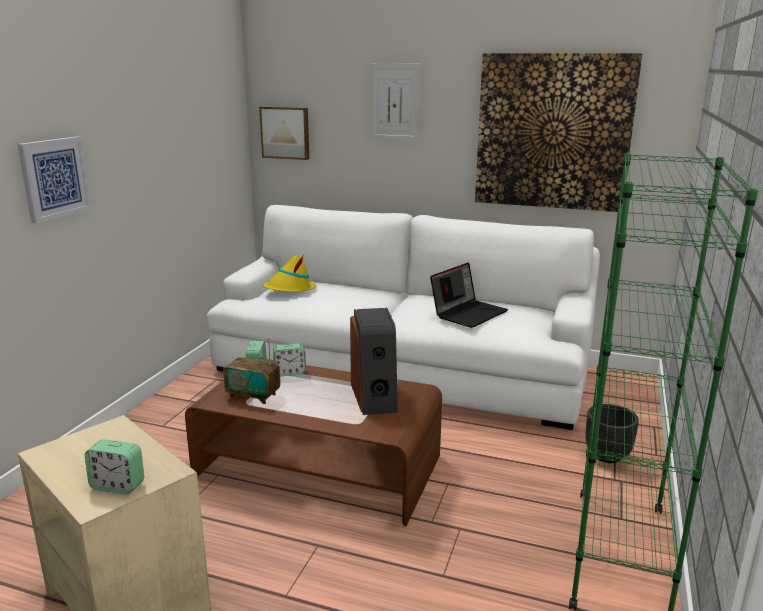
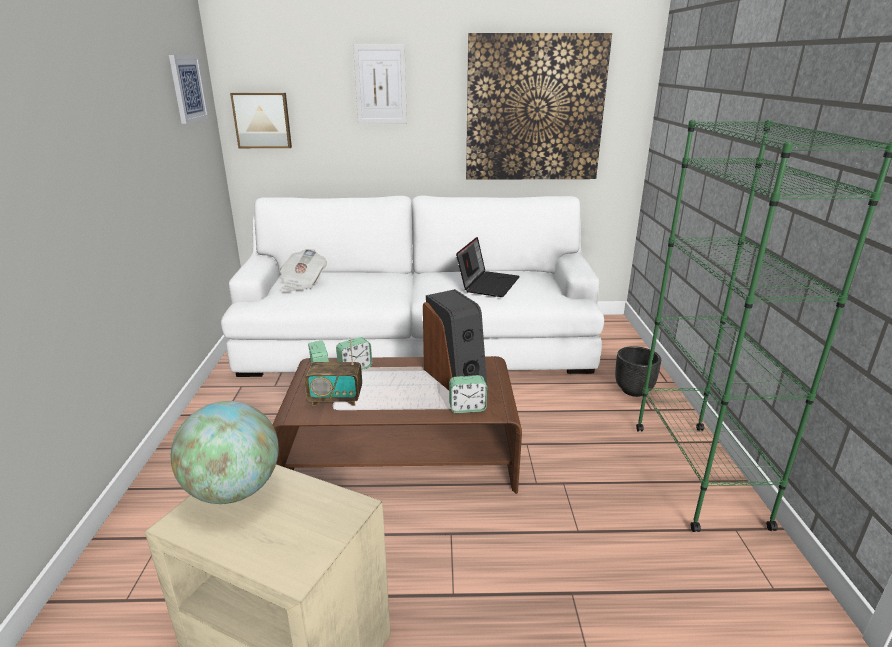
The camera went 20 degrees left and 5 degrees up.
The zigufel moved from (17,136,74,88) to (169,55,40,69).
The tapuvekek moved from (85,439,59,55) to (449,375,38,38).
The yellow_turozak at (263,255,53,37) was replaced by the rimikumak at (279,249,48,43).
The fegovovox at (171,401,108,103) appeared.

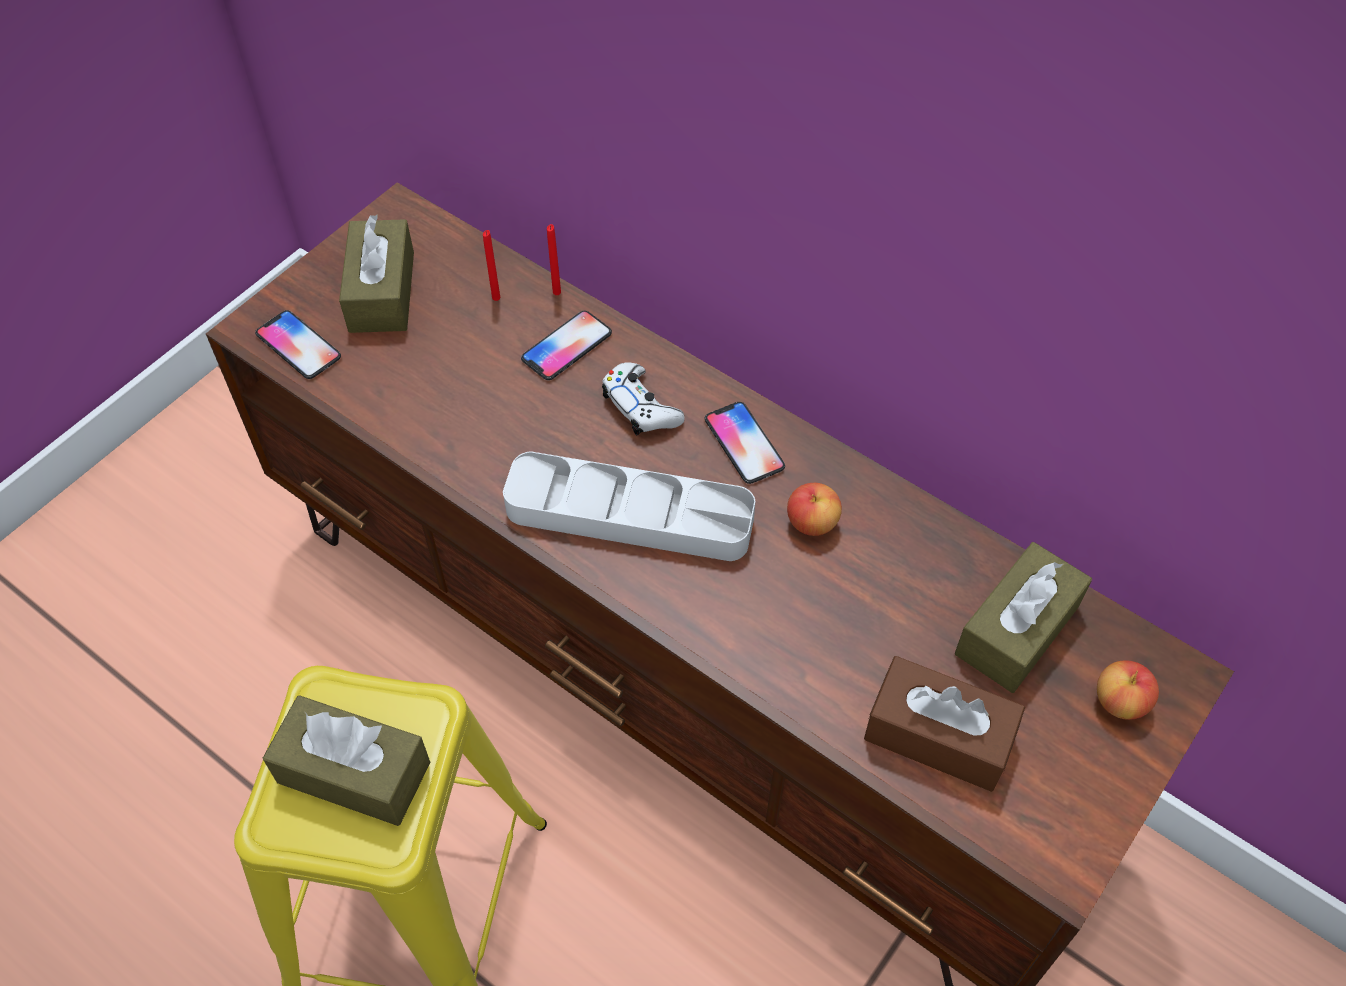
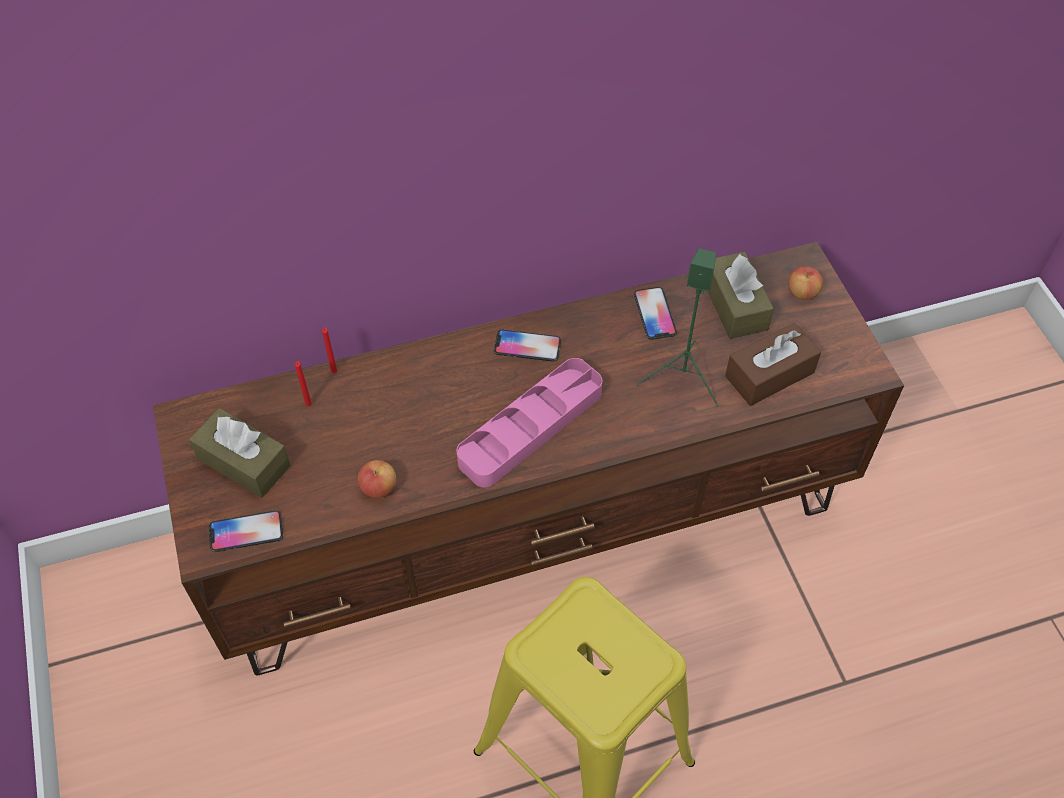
The camera went 55 degrees left and 0 degrees up.
The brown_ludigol at (263,695,167,131) disappeared.
The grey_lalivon at (503,451,252,110) became the pink_lalivon at (457,358,145,129).
The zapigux moved from (521,311,91,69) to (634,287,43,53).
The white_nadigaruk at (602,362,83,74) disappeared.
The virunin moved from (787,483,55,53) to (358,460,38,38).
The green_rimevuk at (636,248,83,159) appeared.

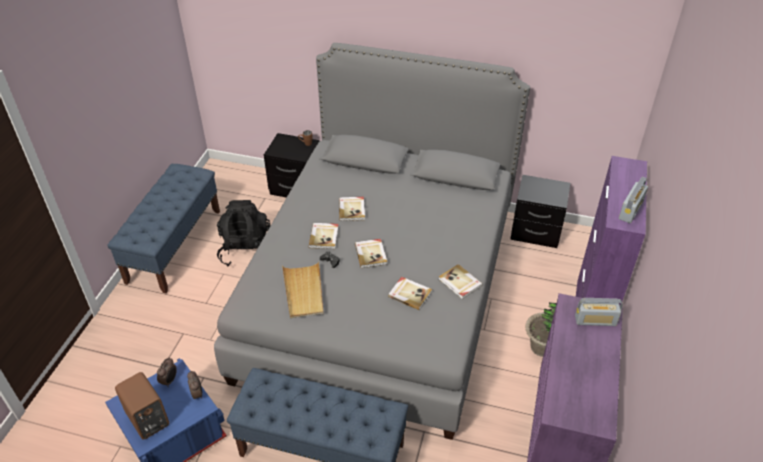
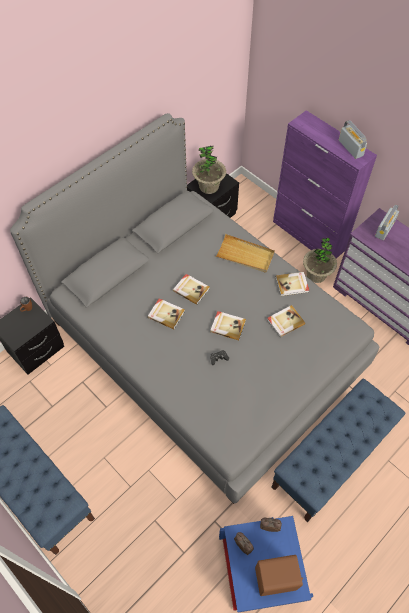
The camera went 60 degrees left and 15 degrees up.
The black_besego at (217,200,54,66) disappeared.
The beige_lalivon moved from (282,261,41,57) to (215,234,60,39).
The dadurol moved from (309,223,29,26) to (173,274,37,31).
The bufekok at (192,145,34,49) appeared.

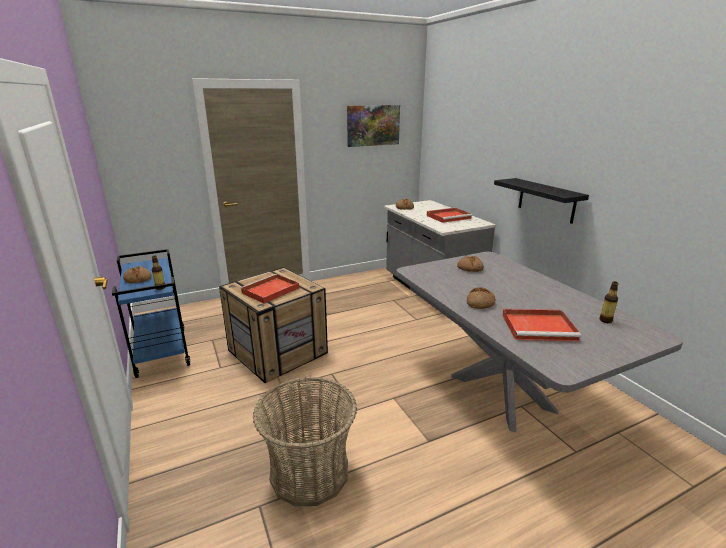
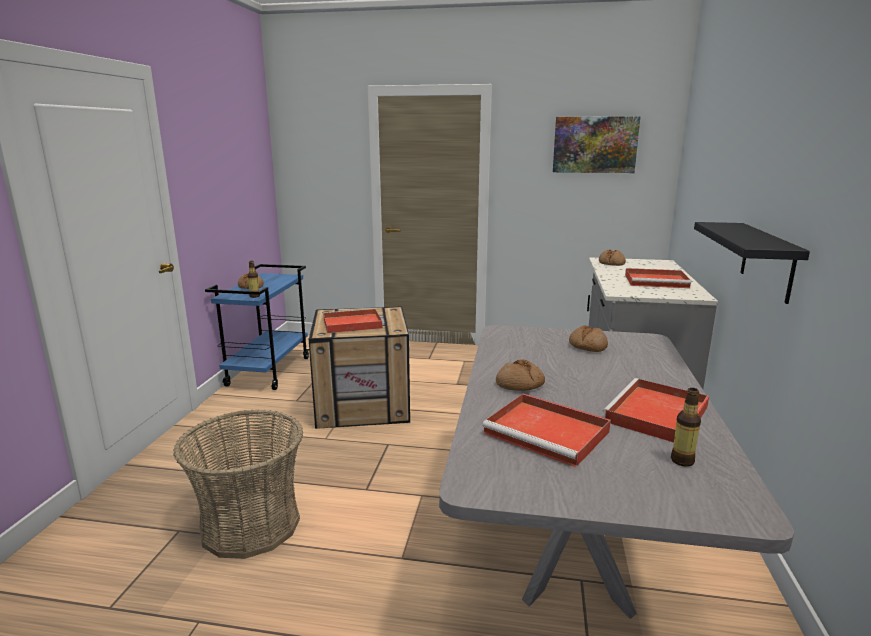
The camera went 35 degrees right and 5 degrees down.
The red_lalivon at (602,378,107,64) appeared.

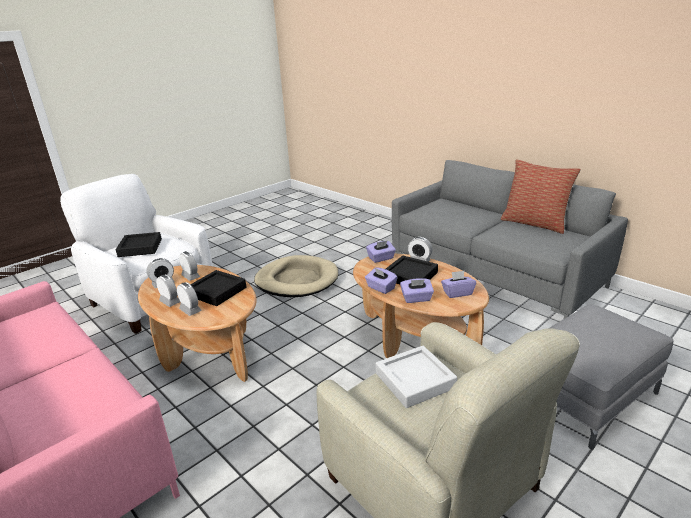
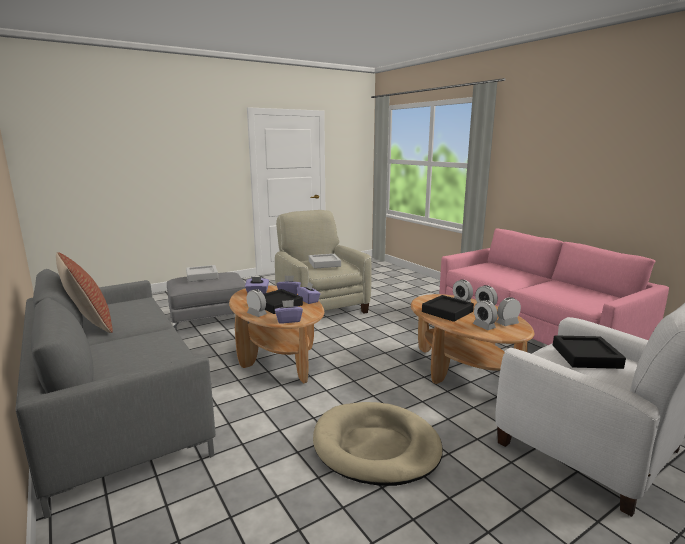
The camera went 170 degrees left and 10 degrees down.
The grey_lalivon at (186,265,32,17) appeared.

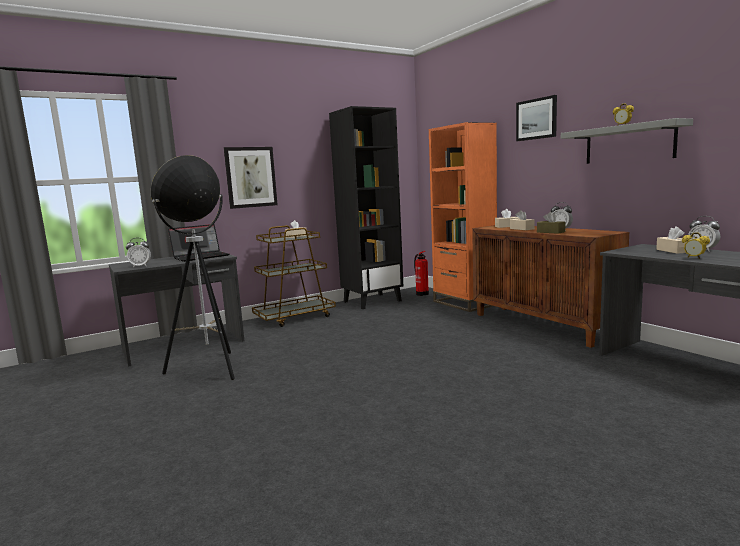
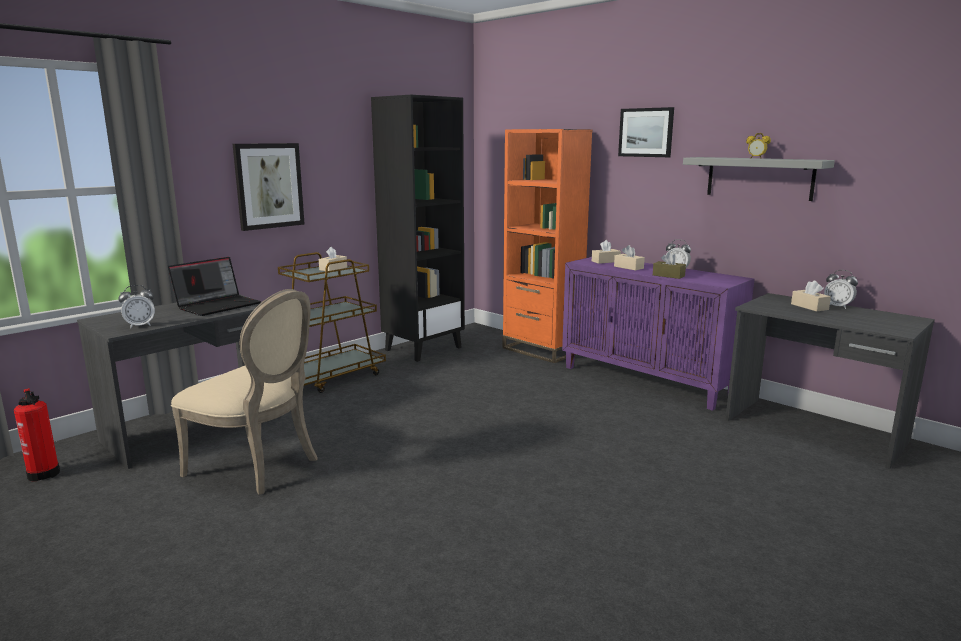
The camera went 15 degrees left and 5 degrees up.
The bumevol at (151,155,84,225) was replaced by the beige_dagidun at (171,289,147,206).
The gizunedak moved from (414,251,15,45) to (14,388,46,94).
The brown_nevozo at (472,225,157,123) became the purple_nevozo at (562,257,192,154).
The tapuvekek at (682,233,28,26) disappeared.

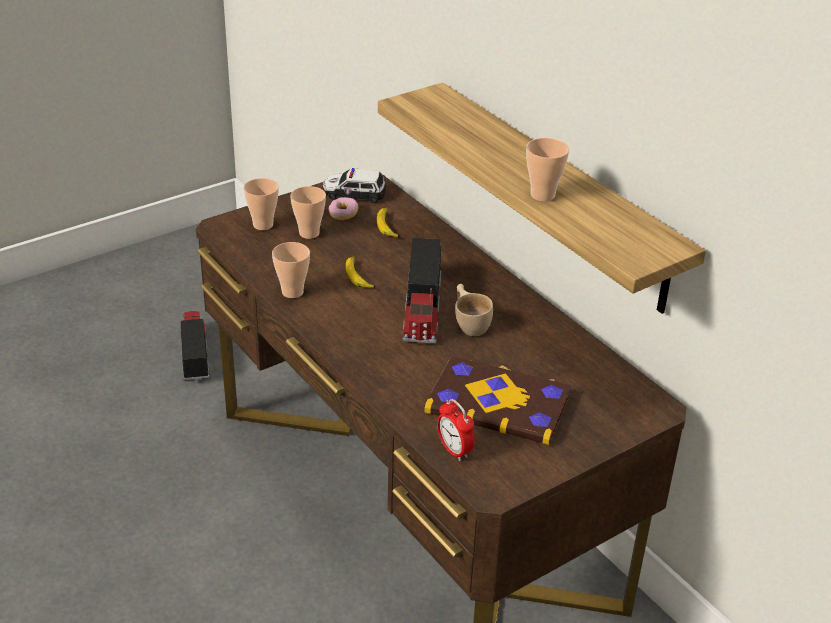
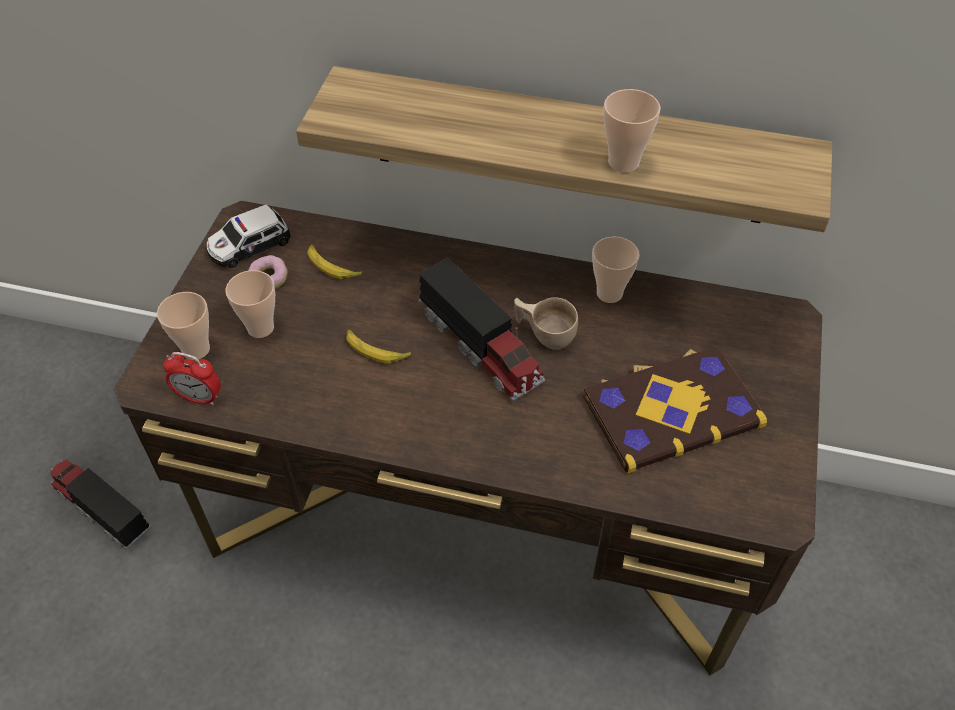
The camera went 40 degrees left and 15 degrees up.
The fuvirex moved from (272,242,38,56) to (592,237,48,66).
The tapuvekek moved from (437,399,38,62) to (163,352,58,53).

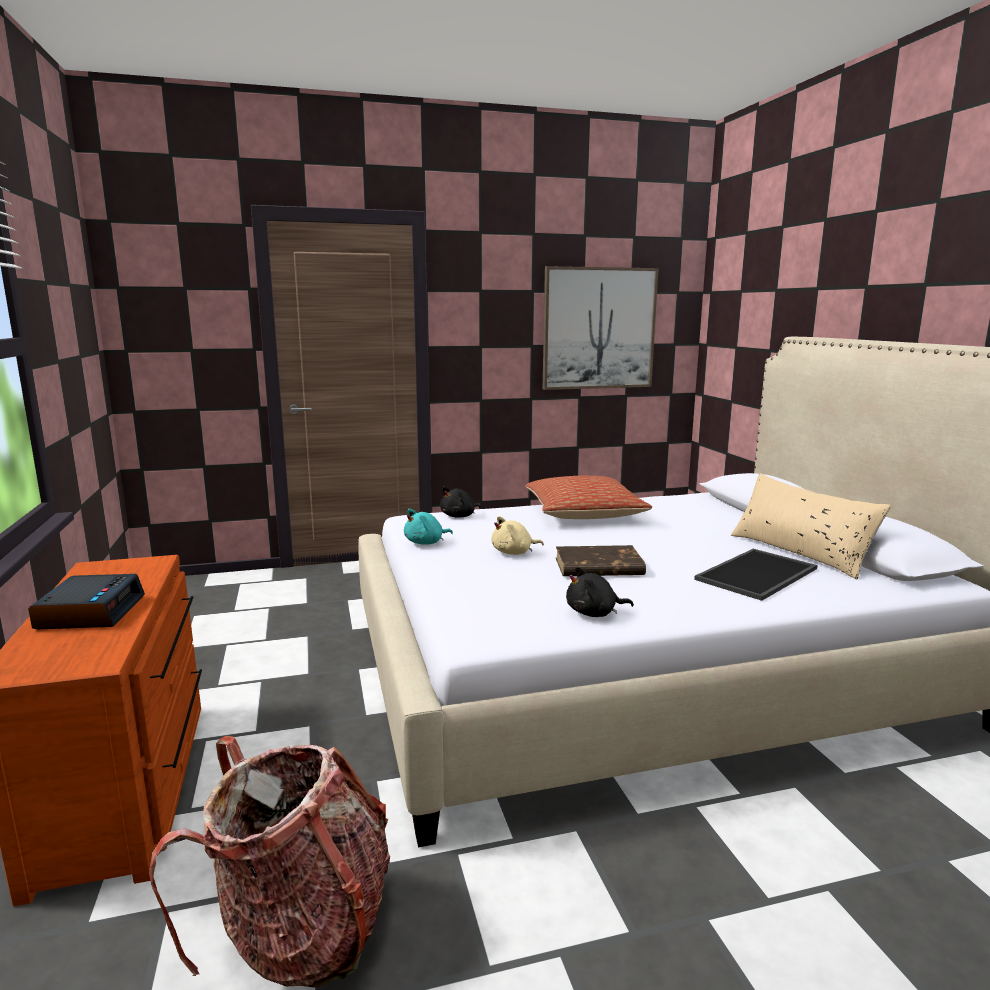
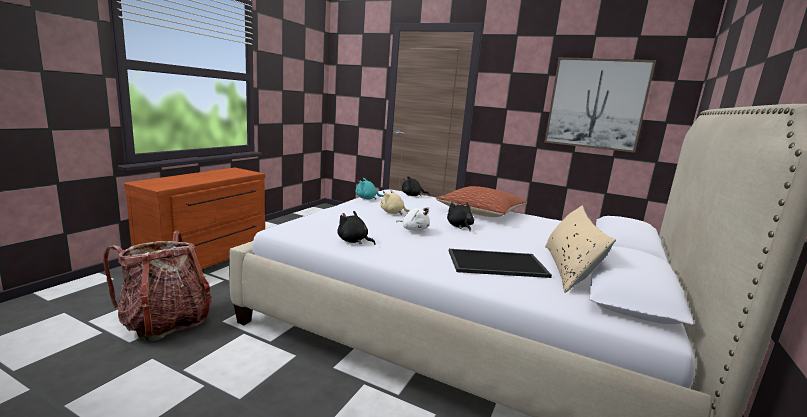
The camera went 40 degrees right and 0 degrees up.
The tapuvekek at (28,574,117,55) disappeared.
The brown_dadurol at (556,545,90,31) was replaced by the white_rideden at (396,207,34,24).
The black_rideden at (447,202,27,29) appeared.

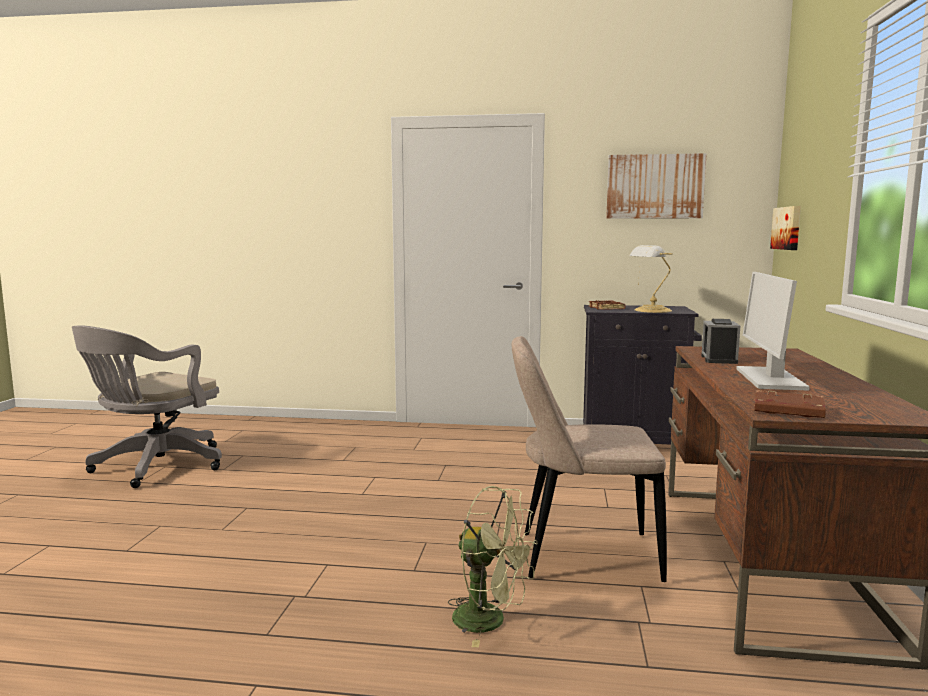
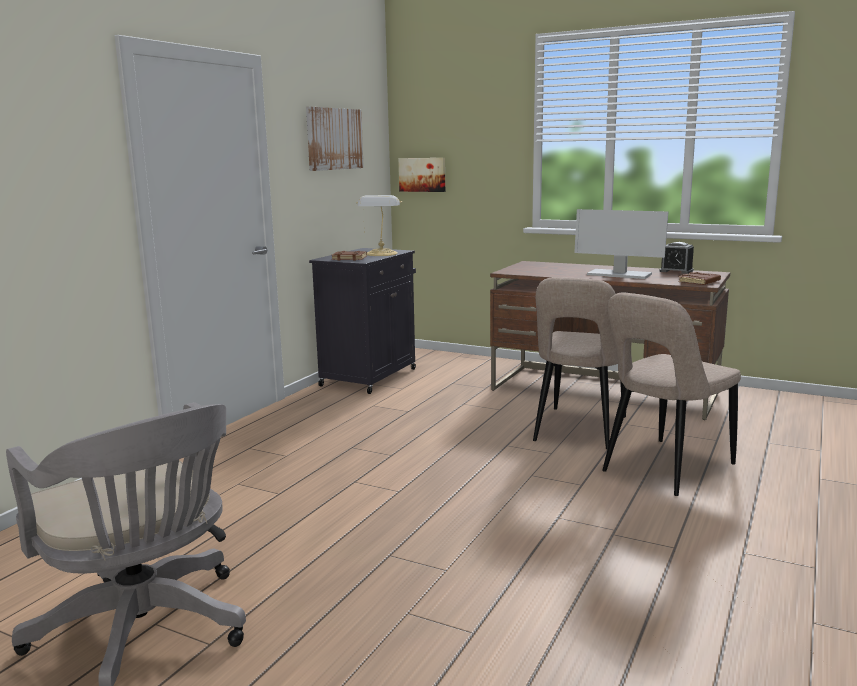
The camera went 70 degrees left and 5 degrees up.
The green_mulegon at (448,486,90,161) was replaced by the beige_dagidun at (602,292,139,204).
The tapuvekek moved from (701,319,39,45) to (659,242,35,32).

